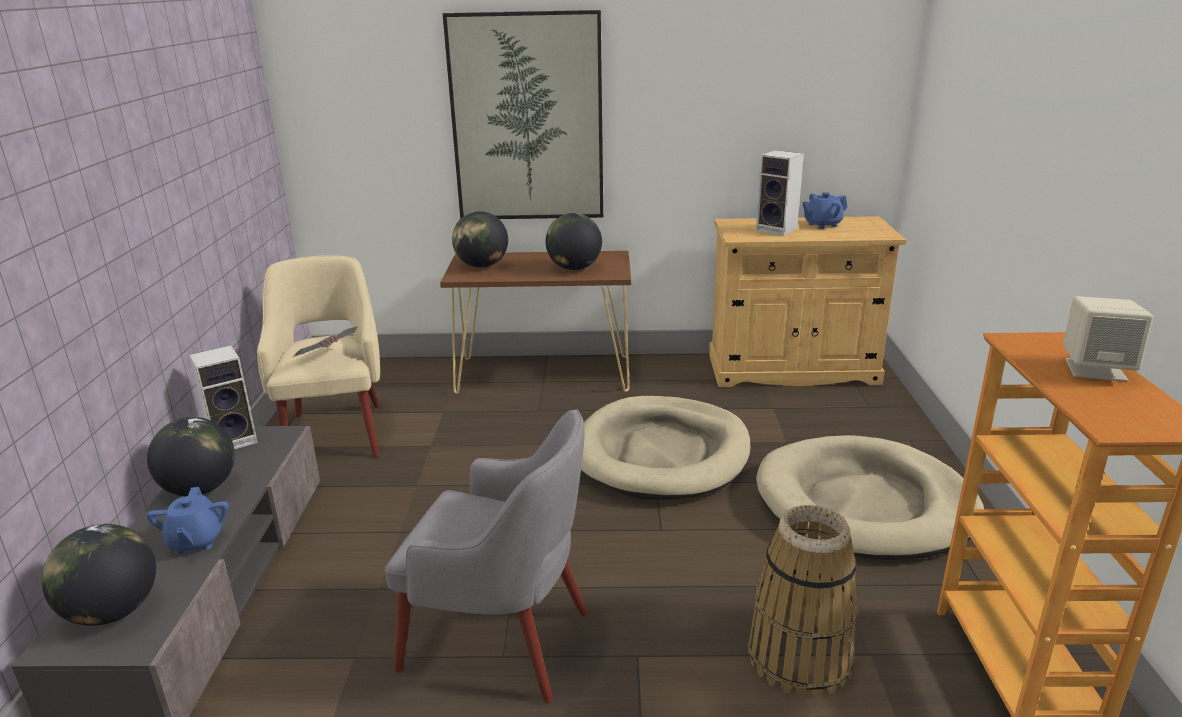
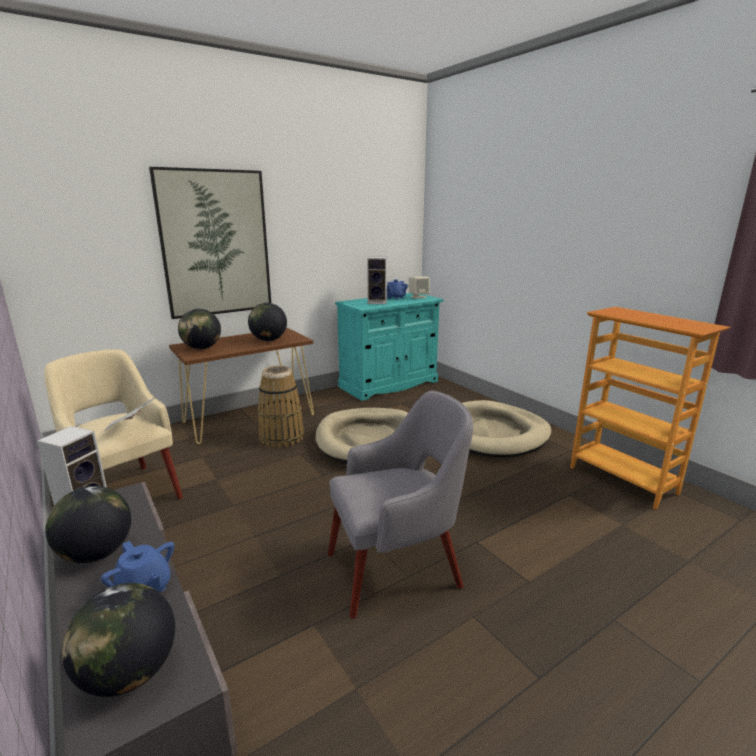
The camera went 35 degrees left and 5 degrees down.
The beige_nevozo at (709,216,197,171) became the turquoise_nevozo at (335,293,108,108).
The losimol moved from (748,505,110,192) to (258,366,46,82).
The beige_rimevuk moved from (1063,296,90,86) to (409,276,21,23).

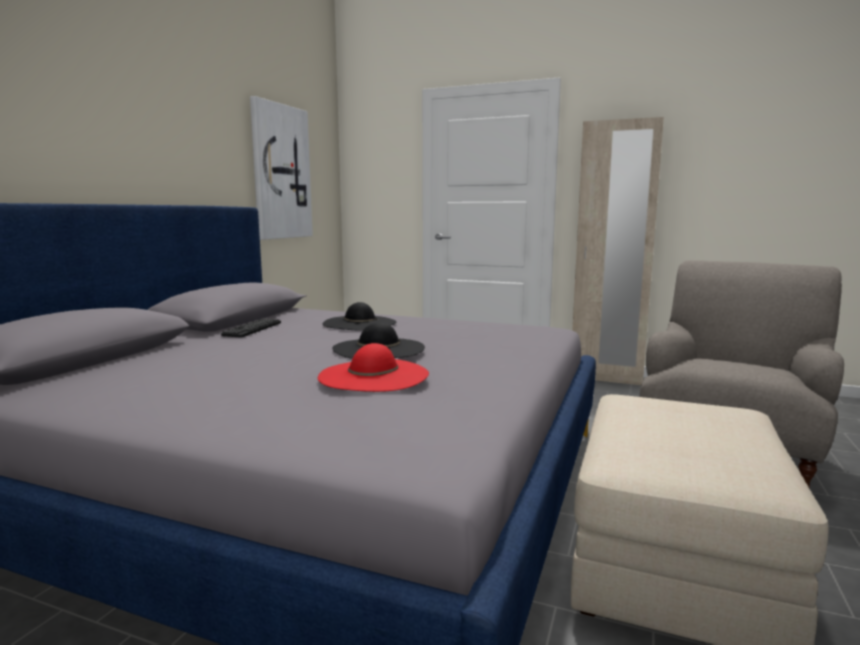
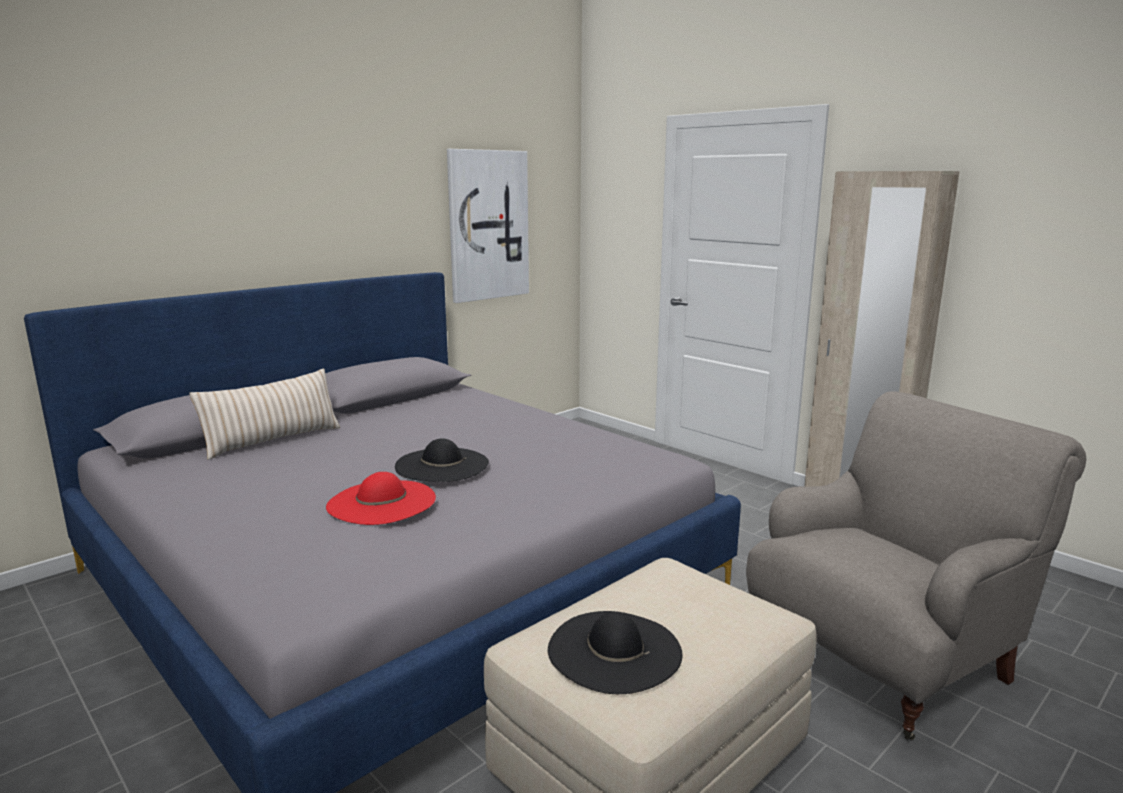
The camera went 25 degrees right and 5 degrees up.
The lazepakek at (221,318,60,20) disappeared.
The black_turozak moved from (323,302,73,29) to (548,611,135,83).
The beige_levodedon at (189,369,151,91) appeared.

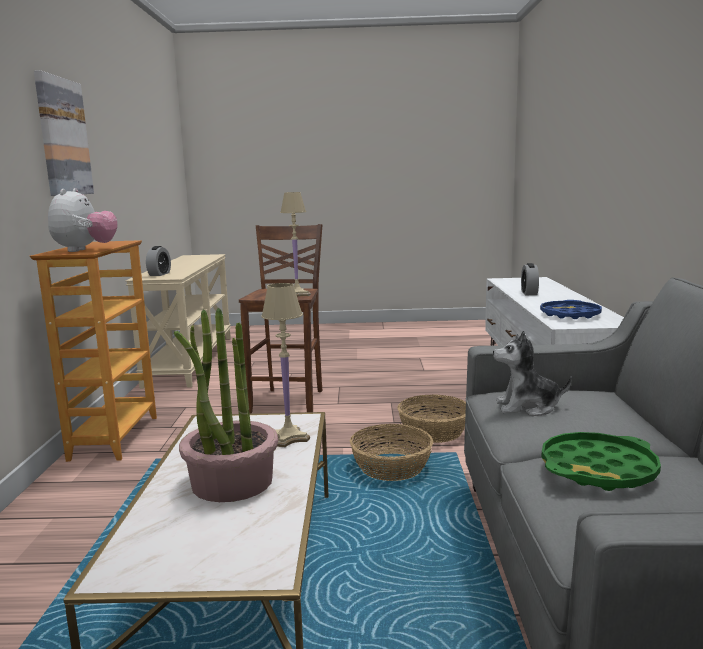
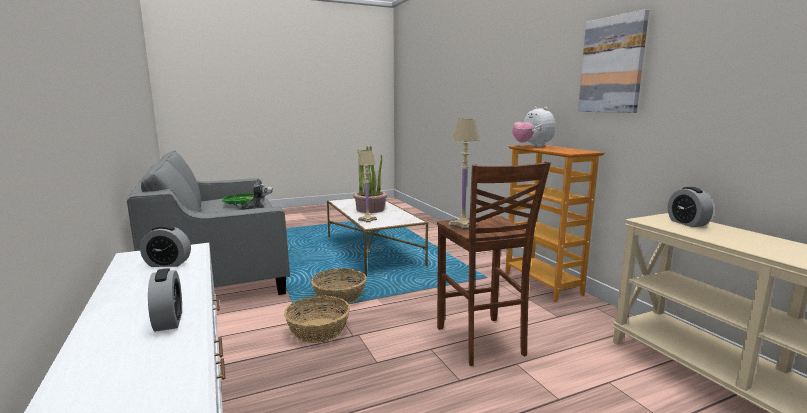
The camera went 155 degrees right and 0 degrees up.
The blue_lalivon at (540,300,62,19) was replaced by the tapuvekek at (140,225,51,42).

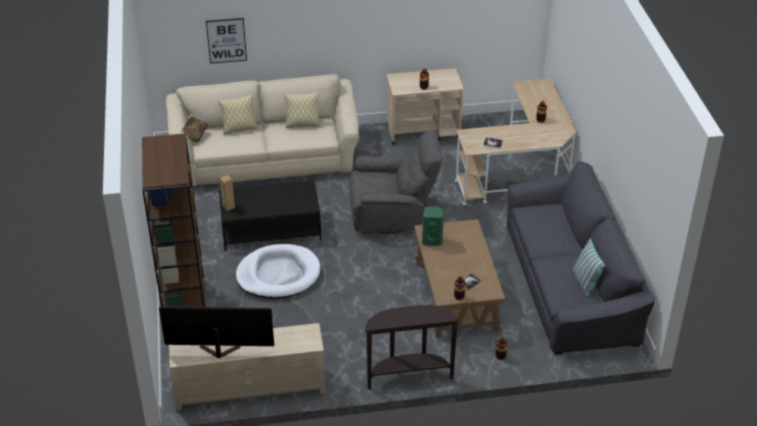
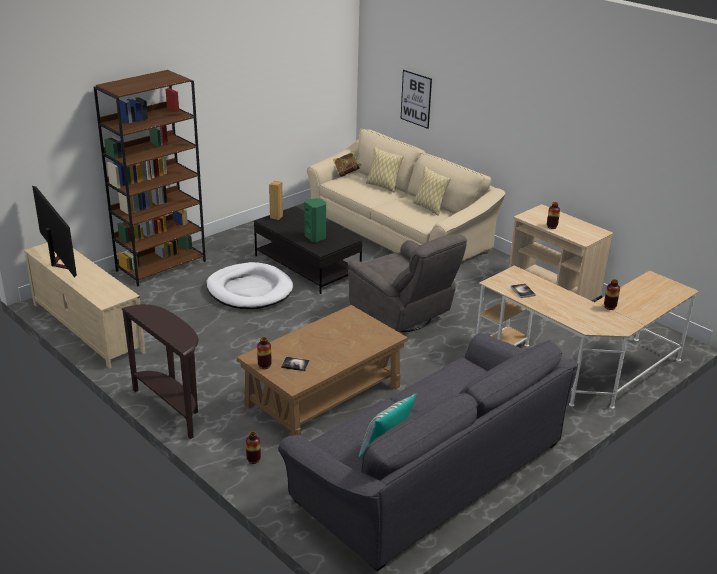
The camera went 55 degrees right and 10 degrees down.
The green_rimevuk moved from (422,206,22,40) to (304,198,22,44).

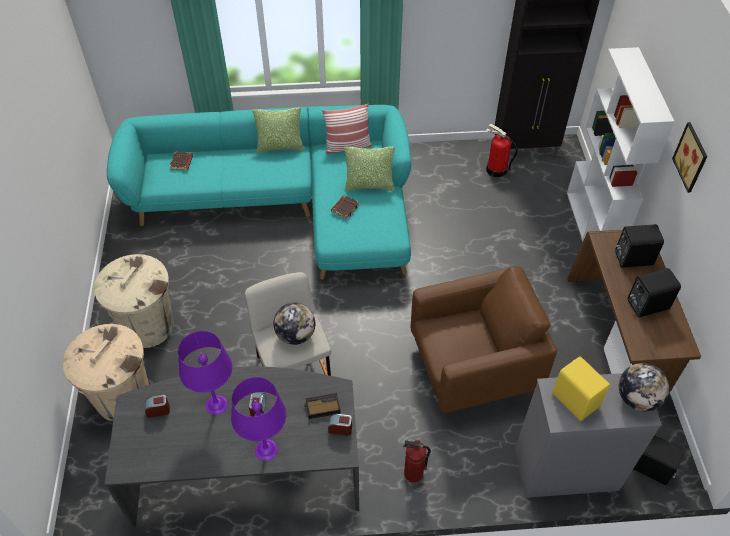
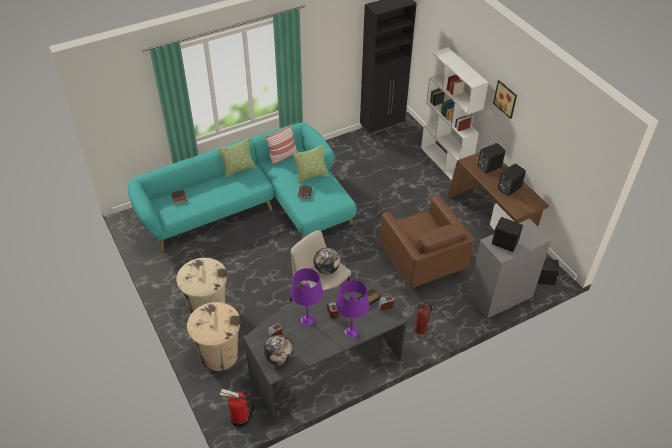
The camera went 25 degrees left and 5 degrees down.
The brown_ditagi at (410,266,147,147) turned 105 degrees clockwise.
The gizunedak moved from (486,124,32,53) to (219,389,35,38).
The yellow_rimevuk at (552,356,58,65) became the black_rimevuk at (492,217,31,35).
The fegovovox moved from (619,363,51,49) to (264,335,30,30).

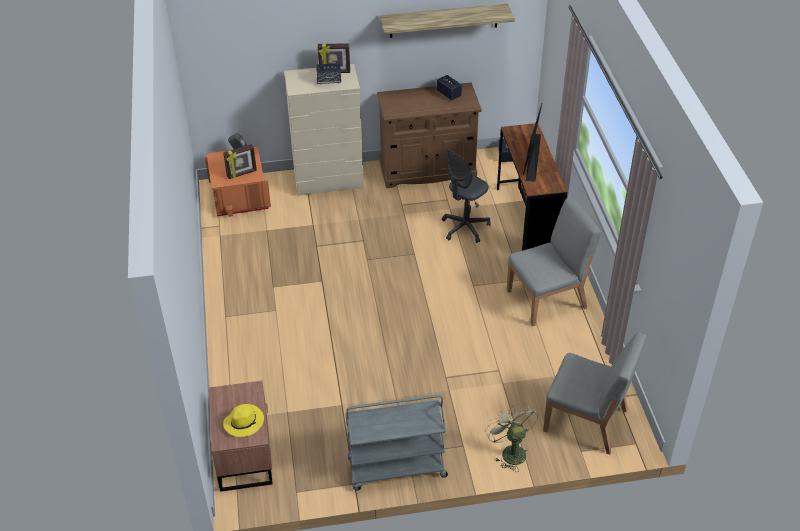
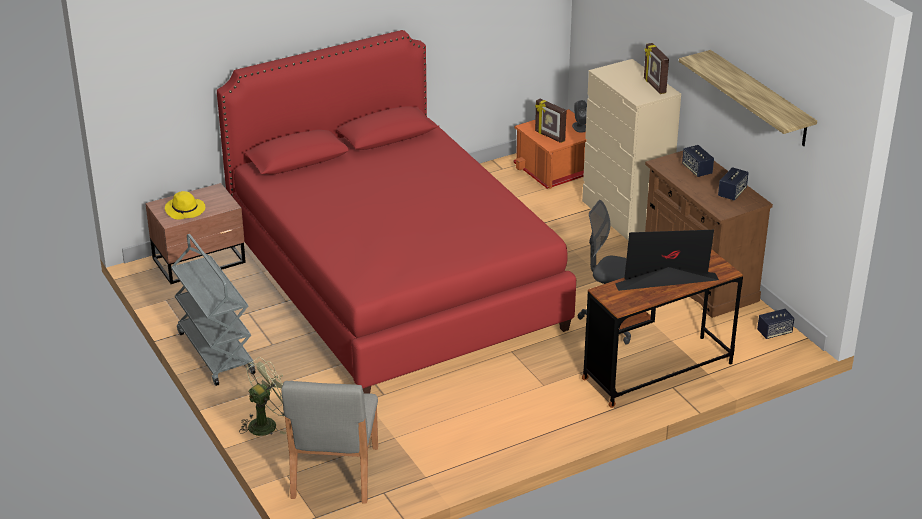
The camera went 70 degrees right and 10 degrees down.
The rimevuk moved from (316,63,25,21) to (682,145,32,32).
The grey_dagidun at (507,197,94,130) disappeared.
The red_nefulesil at (217,30,359,363) appeared.

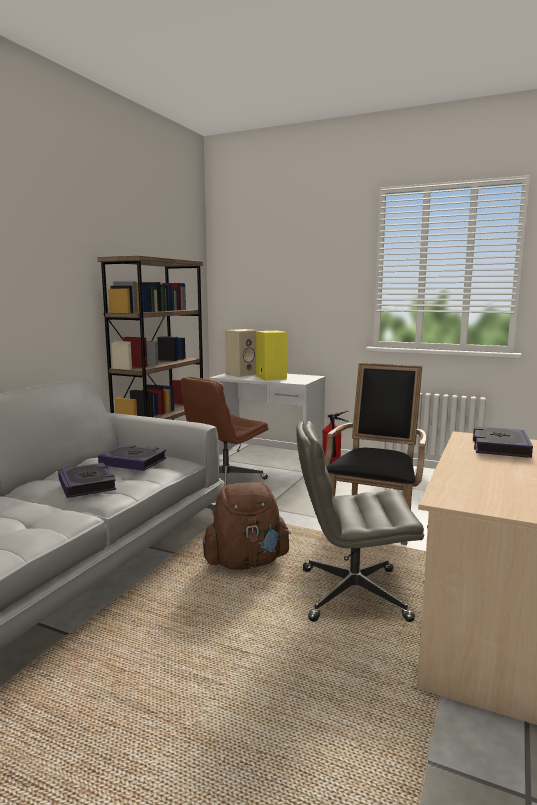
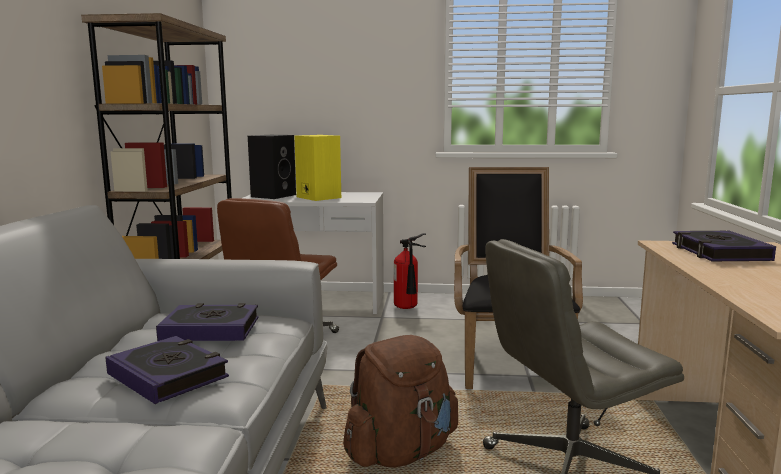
The camera went 20 degrees left and 0 degrees up.
The beige_rimevuk at (225,329,34,48) became the black_rimevuk at (248,135,48,64).

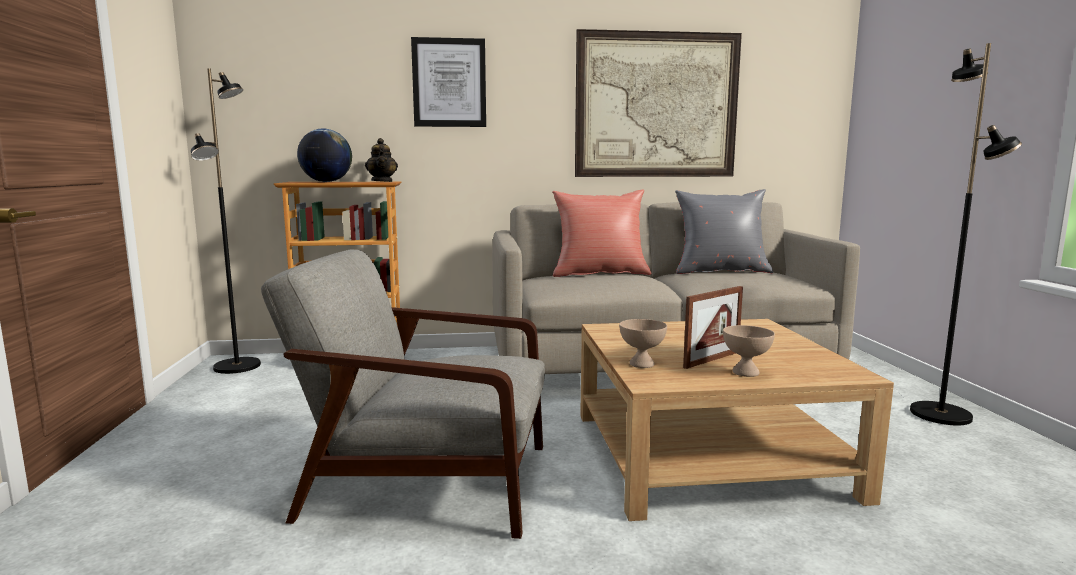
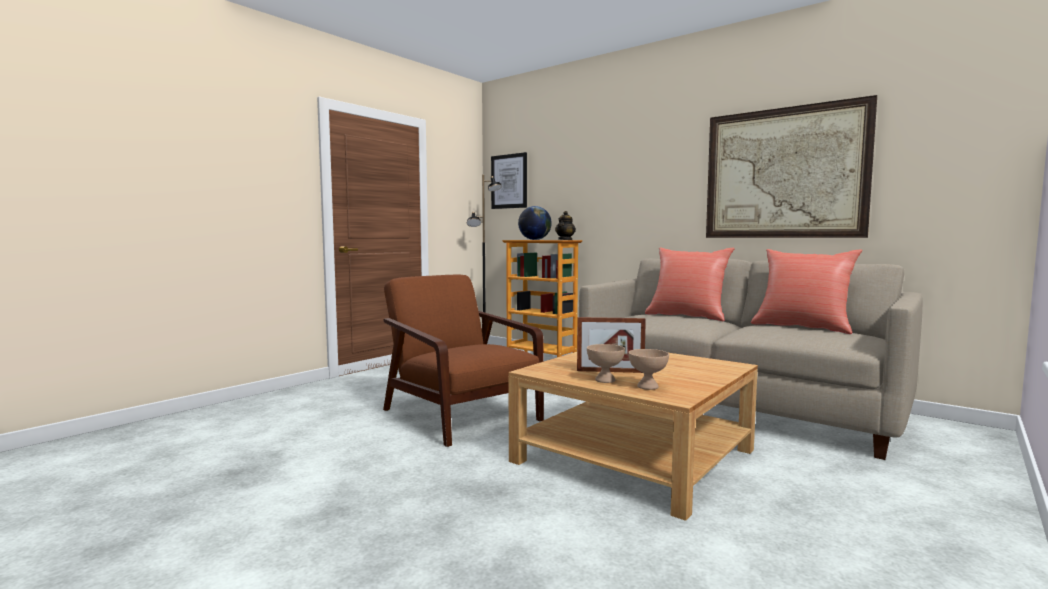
The camera went 45 degrees right and 5 degrees down.
The grey_ditagi at (261,249,284,290) became the brown_ditagi at (383,275,161,172).
The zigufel moved from (411,37,75,90) to (491,152,36,57).
The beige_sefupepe moved from (619,319,48,49) to (628,349,41,41).
The grey_levodedon at (675,189,98,85) became the red_levodedon at (751,249,111,85).
The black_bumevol at (910,43,112,382) disappeared.

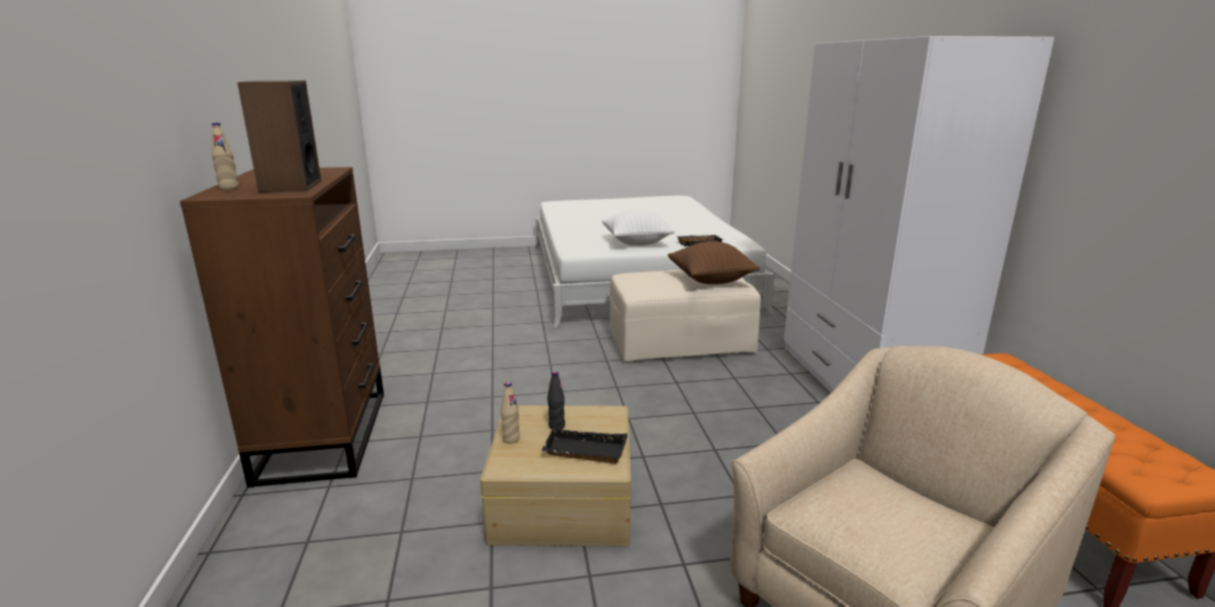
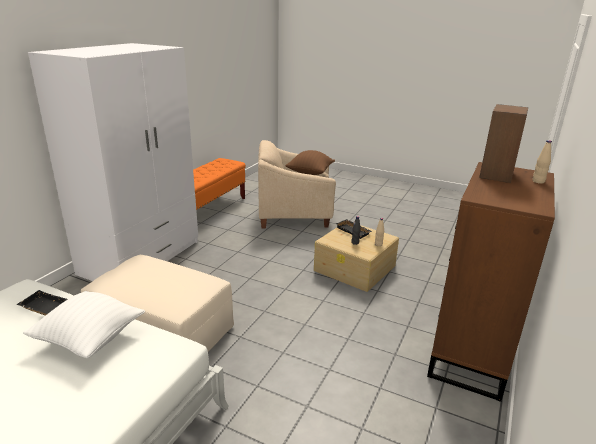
The camera went 145 degrees left and 5 degrees up.
The brown_levodedon moved from (668,241,92,43) to (285,150,50,25).

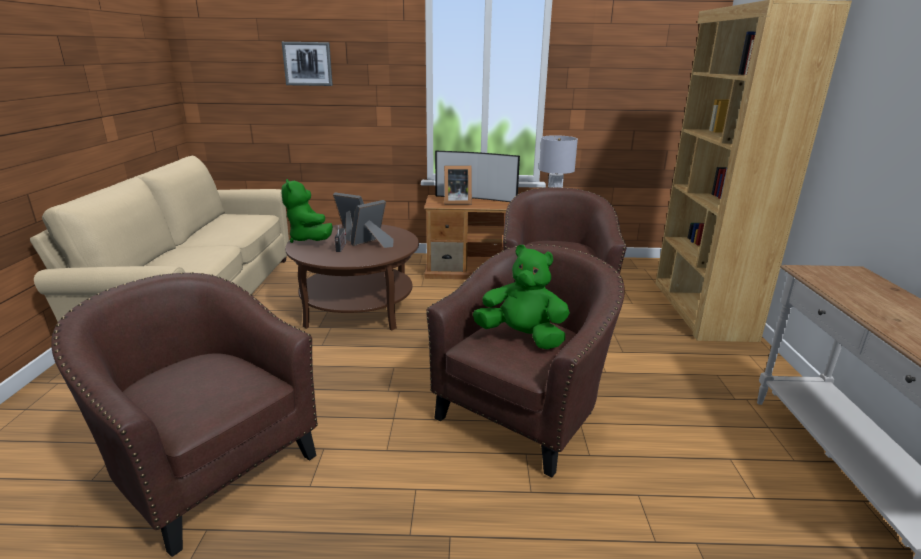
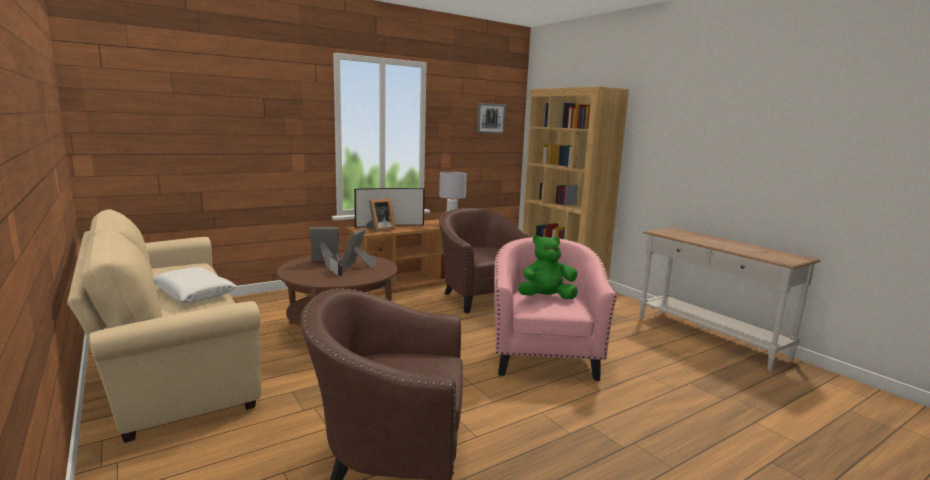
The camera went 35 degrees left and 10 degrees down.
The zigufel moved from (282,42,51,44) to (477,103,29,30).
The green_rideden at (282,179,51,64) disappeared.
The brown_ditagi at (426,244,199,234) became the pink_ditagi at (494,237,123,144).
The white_levodedon at (153,267,84,36) appeared.

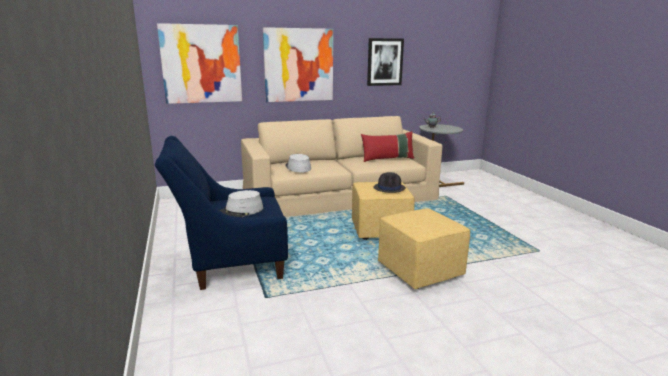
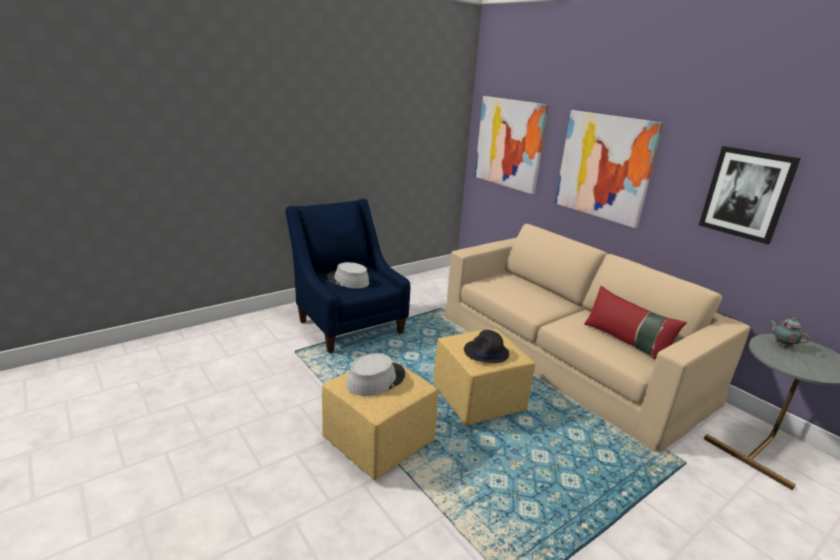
The camera went 70 degrees right and 5 degrees up.
The grey_turozak moved from (285,154,26,19) to (347,353,58,43).

